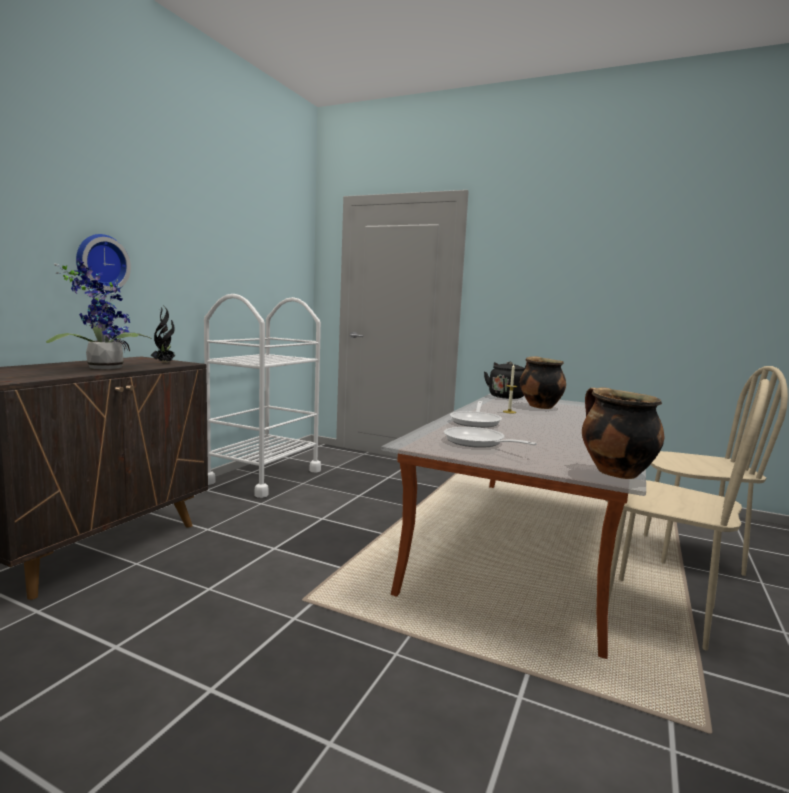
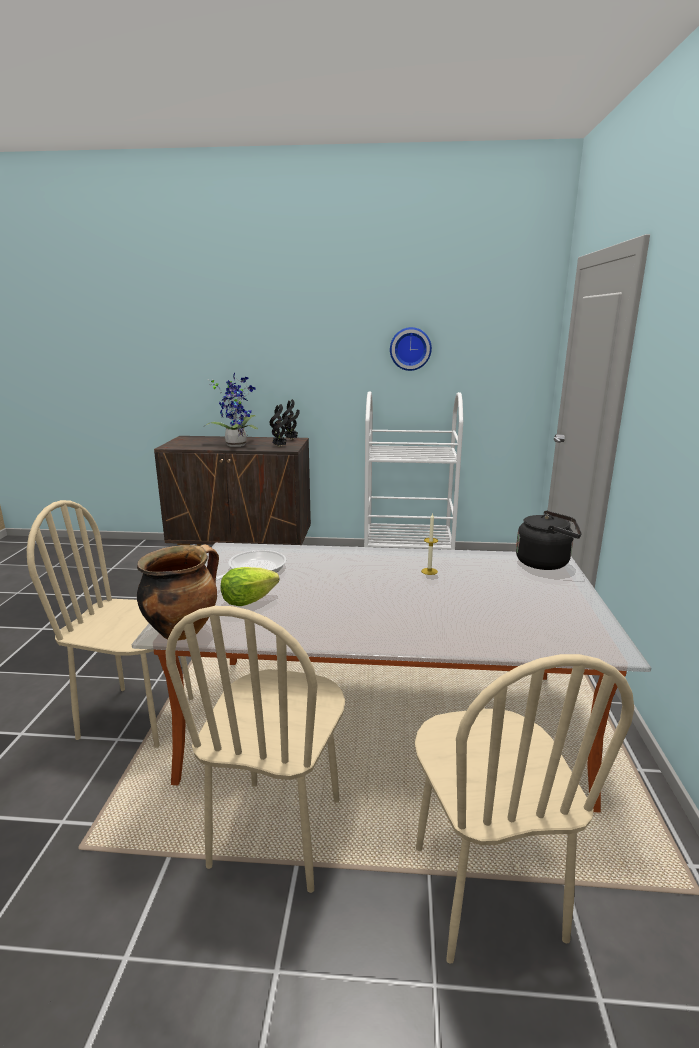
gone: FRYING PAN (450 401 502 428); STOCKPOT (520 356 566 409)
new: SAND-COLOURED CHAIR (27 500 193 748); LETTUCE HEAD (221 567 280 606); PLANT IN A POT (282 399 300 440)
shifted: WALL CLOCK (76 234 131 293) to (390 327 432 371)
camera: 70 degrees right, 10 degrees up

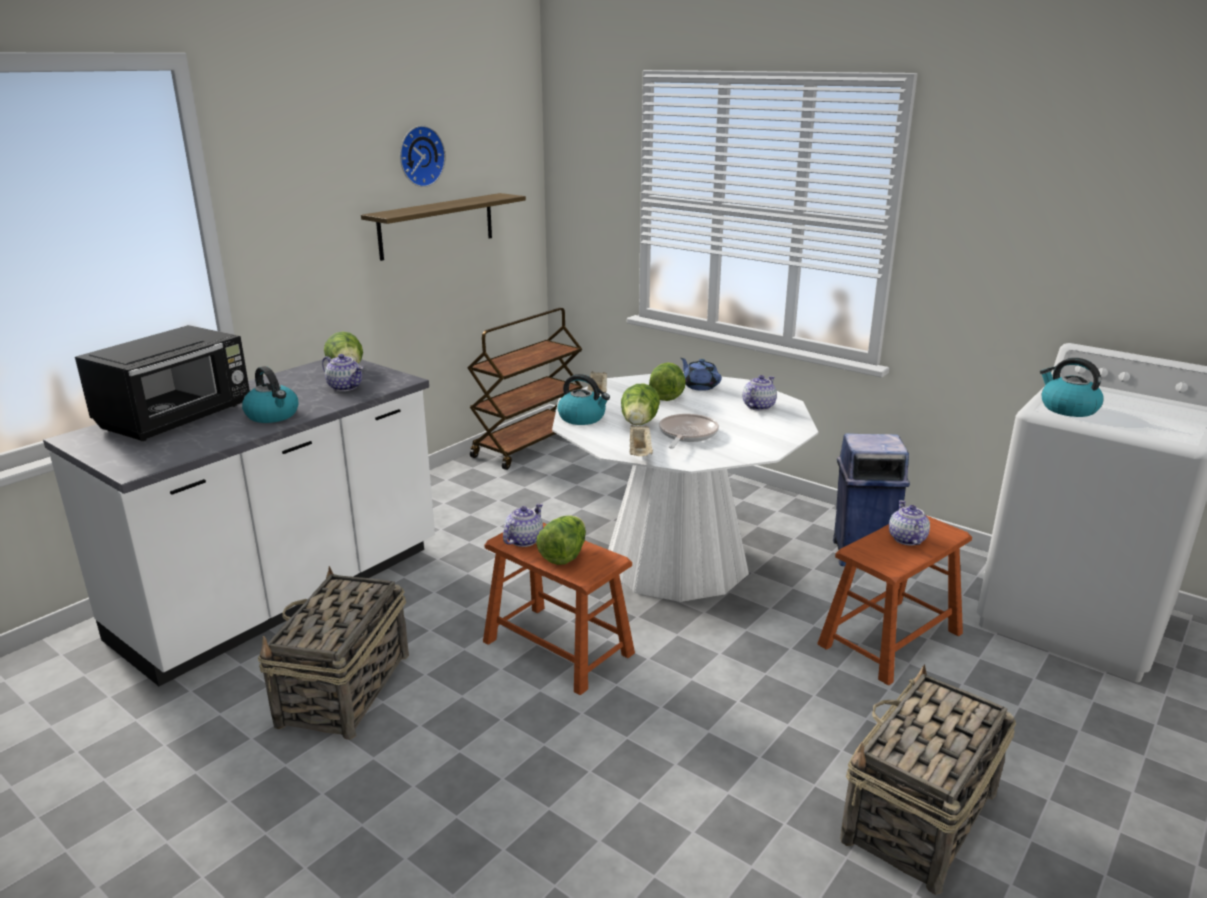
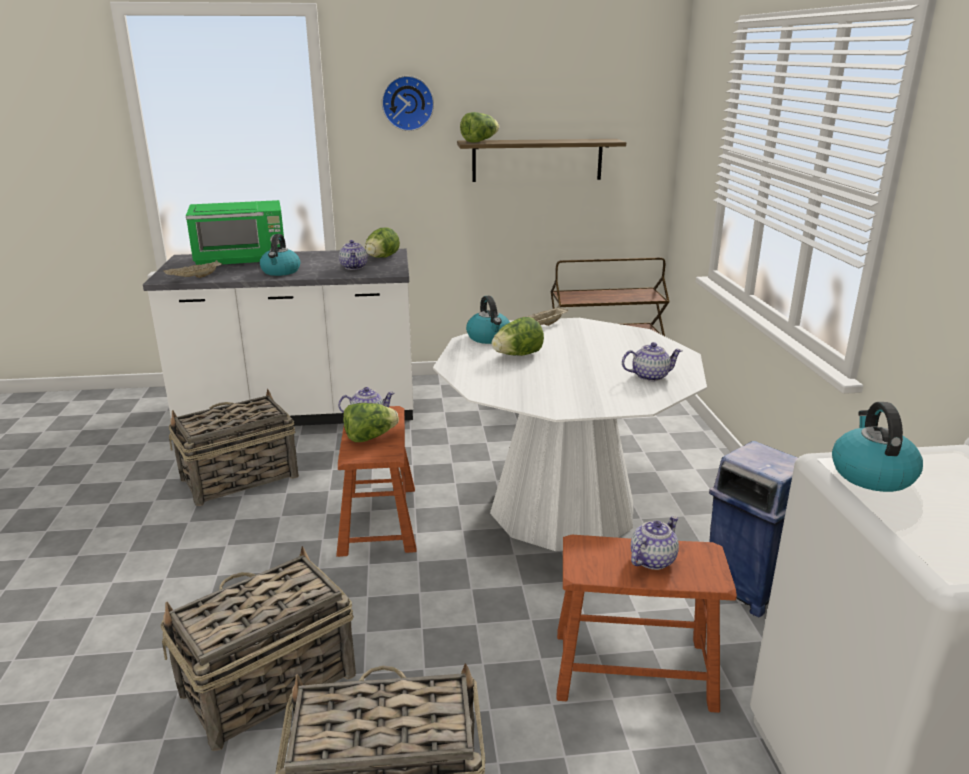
gone: FRYING PAN (659 414 719 449); BLUISH TEA POT (681 358 722 391)
new: HOUSEHOLD BASKET (160 546 356 751)
shifted: SAND-COLOURED TRAY (630 424 653 456) to (163 260 222 278); WALL CLOCK (400 125 446 187) to (382 76 434 131); LETTUCE HEAD (649 362 686 401) to (460 112 499 142)
repainted: BLACK MICROWAVE (75 325 250 441) to GREEN-COLOURED MICROWAVE (186 200 284 265)
camera: 45 degrees right, 0 degrees up

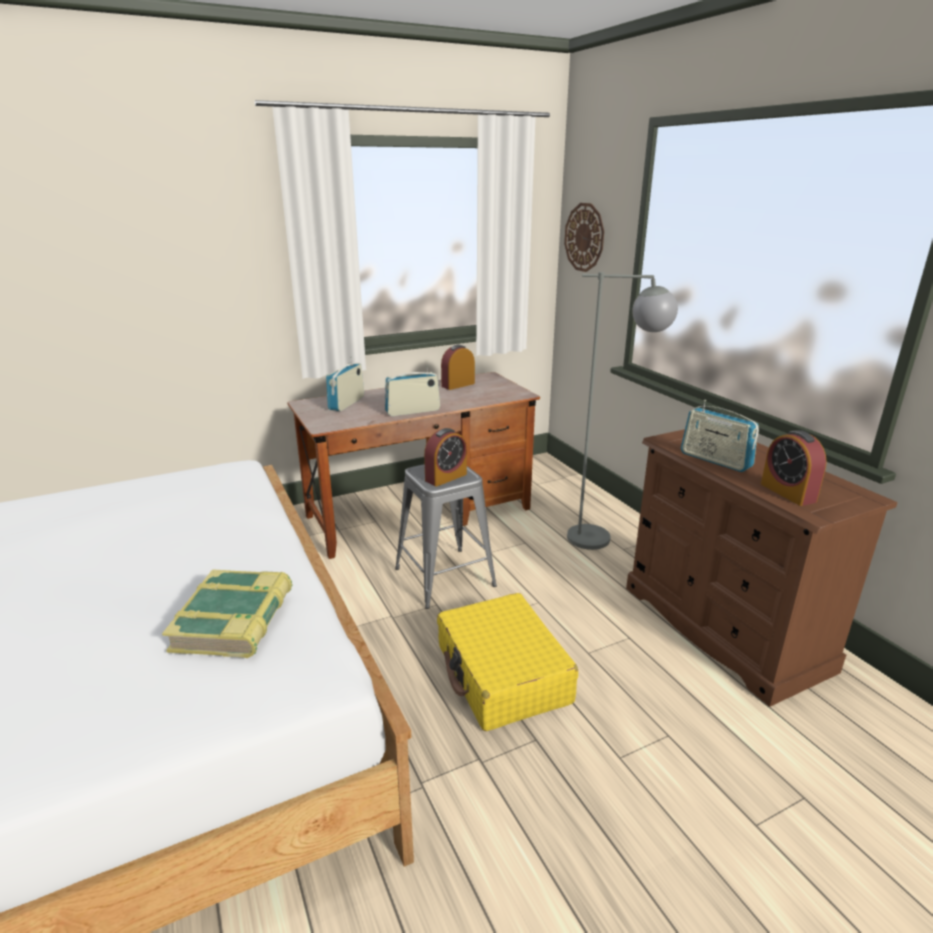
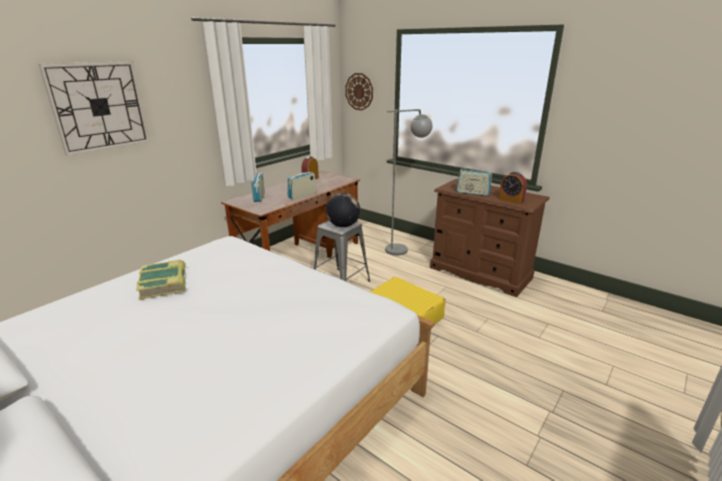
new: WALL CLOCK (38 61 150 156)
shifted: BOOK (162 569 293 658) to (136 259 186 299)
swapped: ALARM CLOCK (424 428 467 487) to GLOBE (326 193 360 227)
camera: 25 degrees left, 0 degrees up

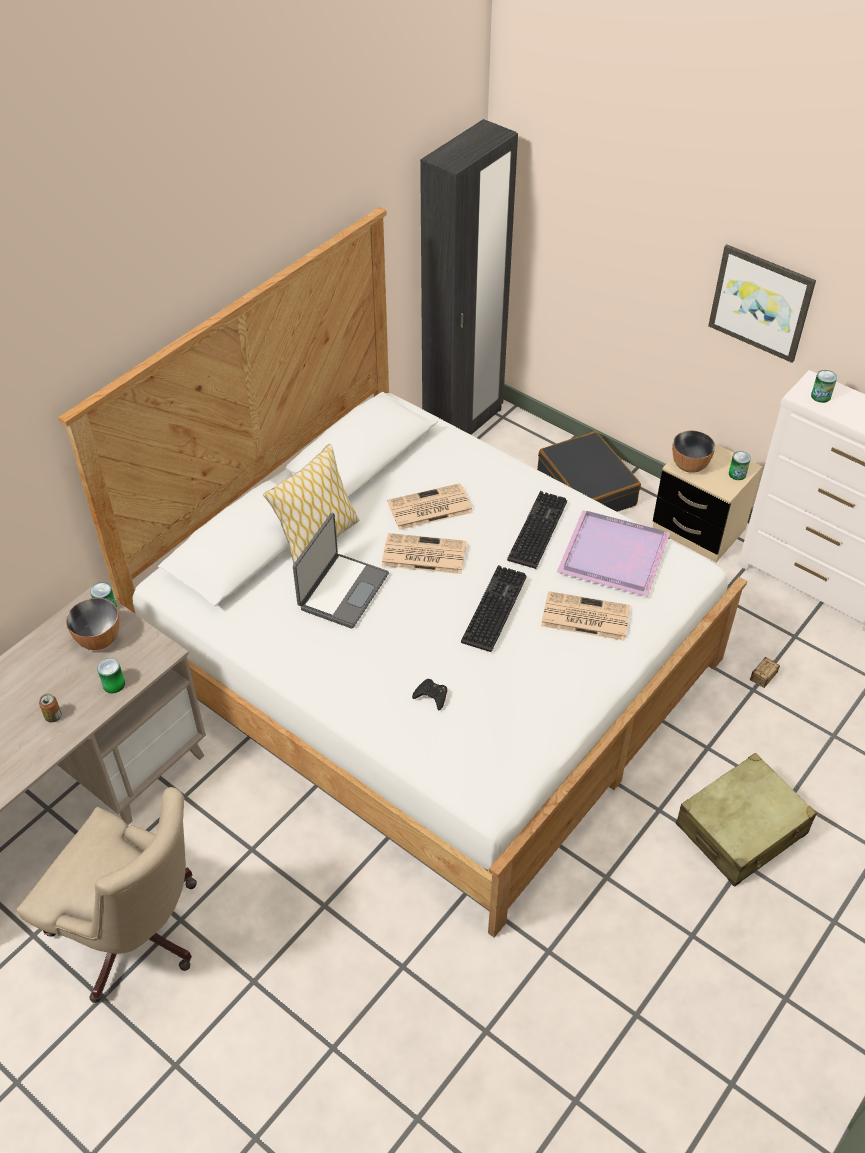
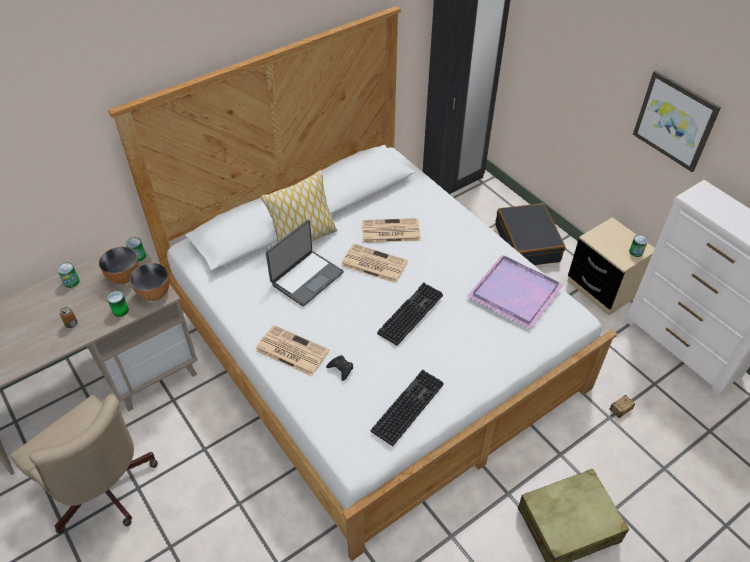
shifted: SEALED CAN (811 370 837 403) to (57 263 80 288); SERVING BOWL (672 431 715 473) to (130 263 169 301); DAILY PAPER (541 591 630 641) to (255 325 329 377); PC KEYBOARD (507 491 567 569) to (371 369 444 446)
camera: 15 degrees right, 0 degrees up

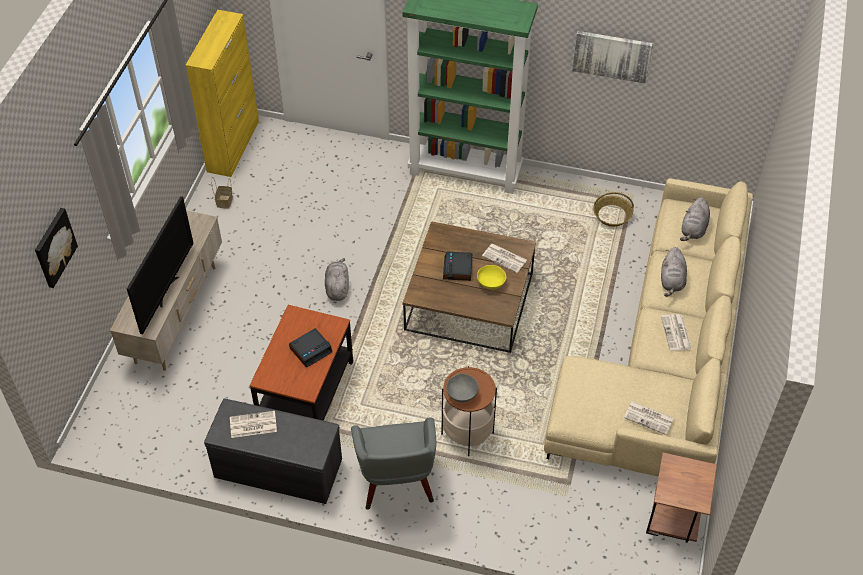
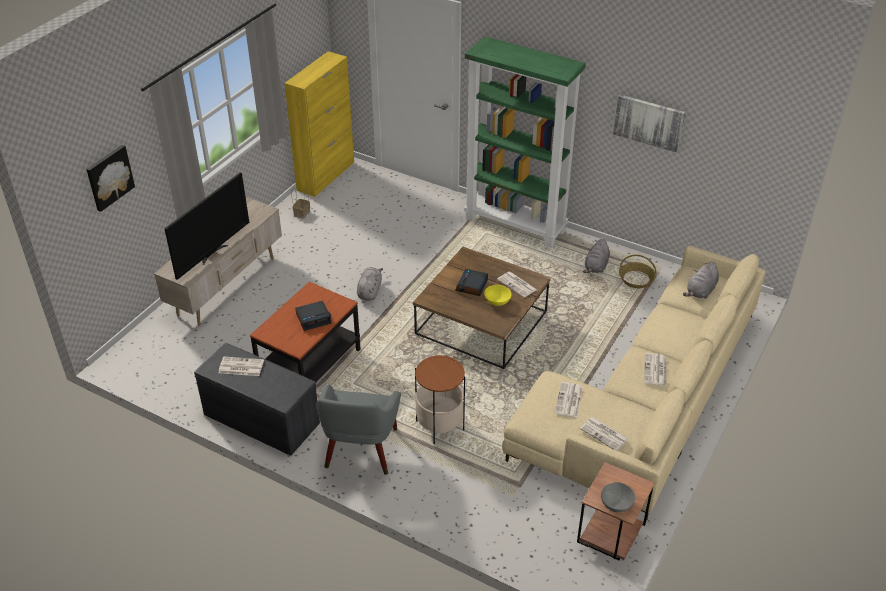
new: DAILY PAPER (555 382 583 417)
shifted: GREYISH SOFT TOY (661 247 687 297) to (583 238 610 273); GREYISH SERVING BOWL (446 374 478 402) to (601 482 635 512)
camera: 15 degrees right, 10 degrees down

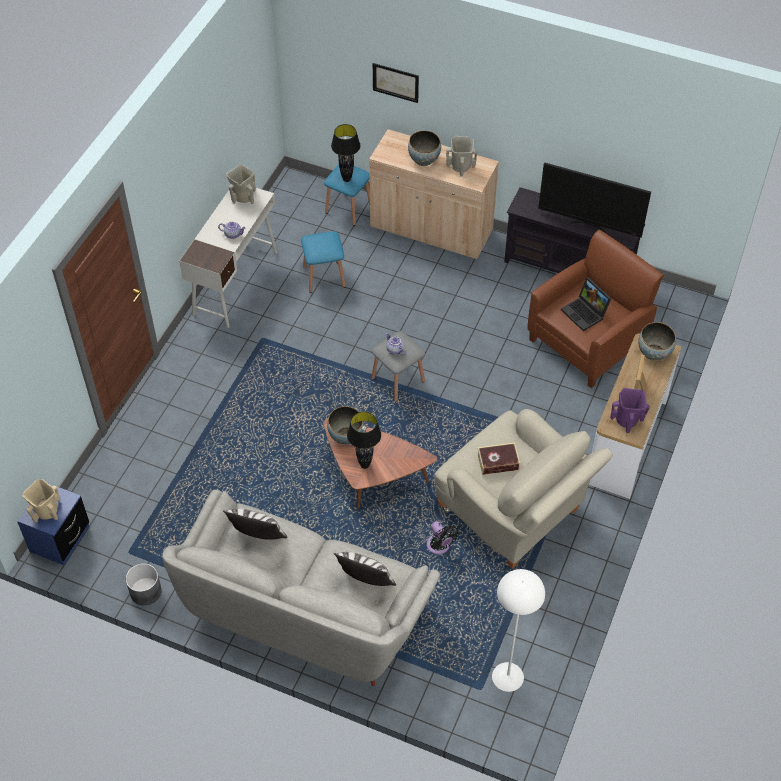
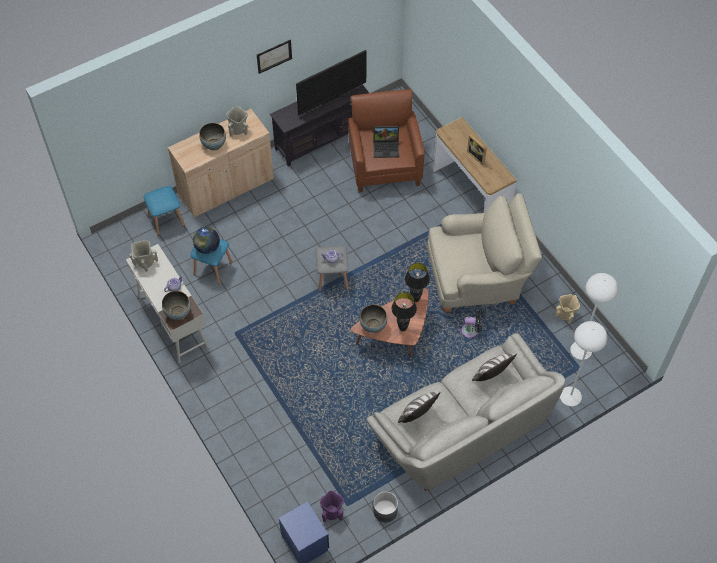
gone: BOOK (477 443 520 475)
new: GLOBE (193 227 220 254); WHITE-COLOURED STANDARD LAMP (560 321 607 406)
shifted: SERVING BOWL (638 322 676 361) to (162 291 191 320); WALL ART (373 63 419 103) to (257 40 292 74); PURPLISH DECORATIVE VASE (610 388 650 433) to (320 491 344 522); BLACK LAMP FOR A TABLE (331 124 360 182) to (405 263 430 302); SAND-COLOURED DECORATIVE VASE (23 479 60 523) to (554 294 580 324)
camera: 55 degrees left, 5 degrees up

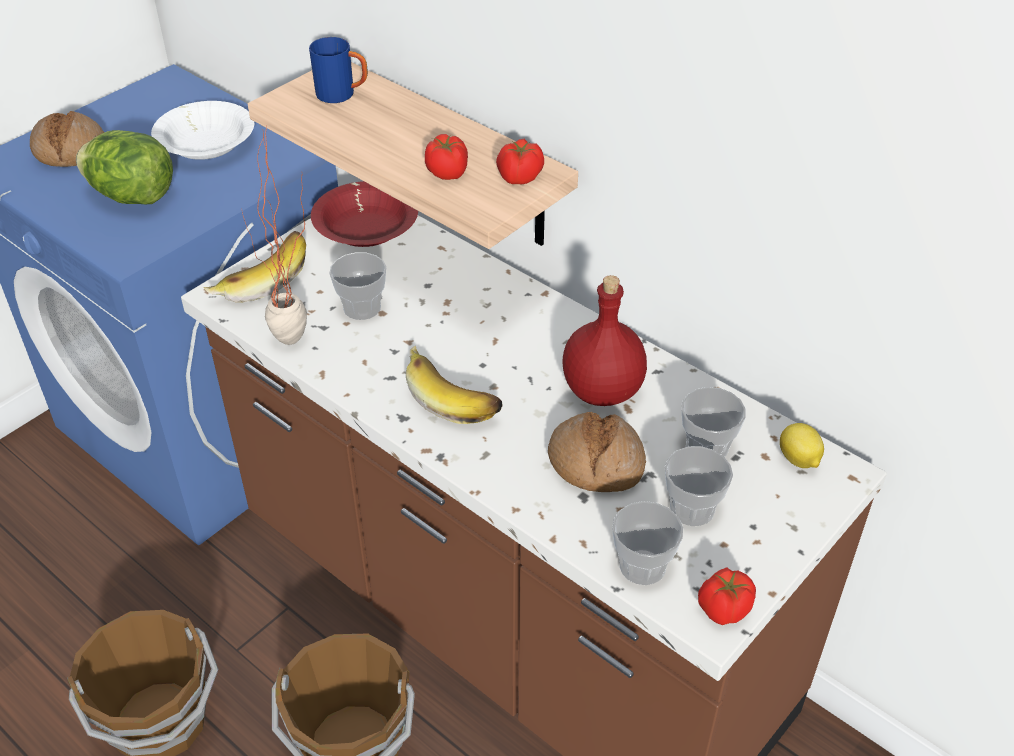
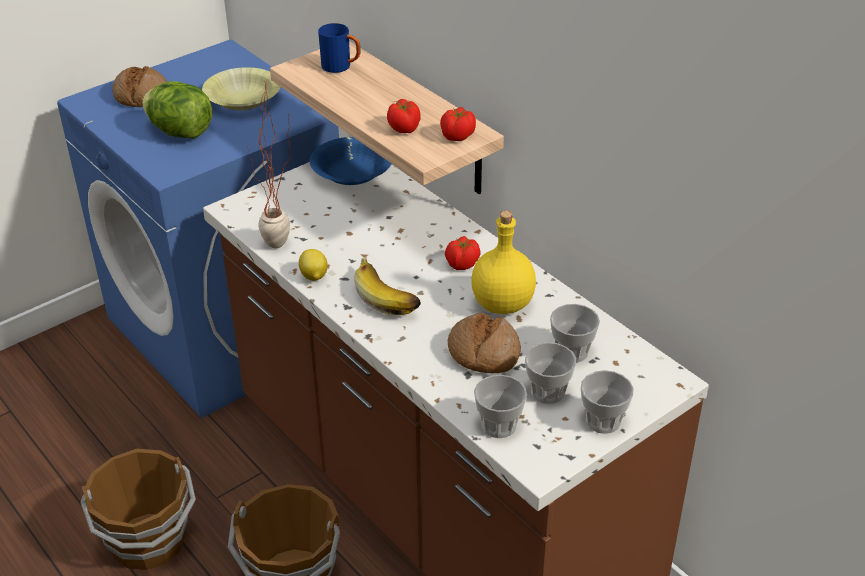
gone: BANANA FRUIT (204 231 306 303)
shifted: CITRUS FRUIT (780 423 824 468) to (299 249 328 281); TOMATO (698 568 756 625) to (445 236 480 270); CUP (329 252 386 320) to (581 370 634 434)
repainted: WHITE-COLOURED SERVING BOWL (151 101 254 160) to YELLOW-COLOURED SERVING BOWL (202 67 280 110); RED SERVING BOWL (311 181 418 247) to BLUISH SERVING BOWL (310 137 391 185); RED BOTTLE (563 275 647 406) to YELLOW-COLOURED BOTTLE (471 211 536 314)
camera: 10 degrees right, 5 degrees down

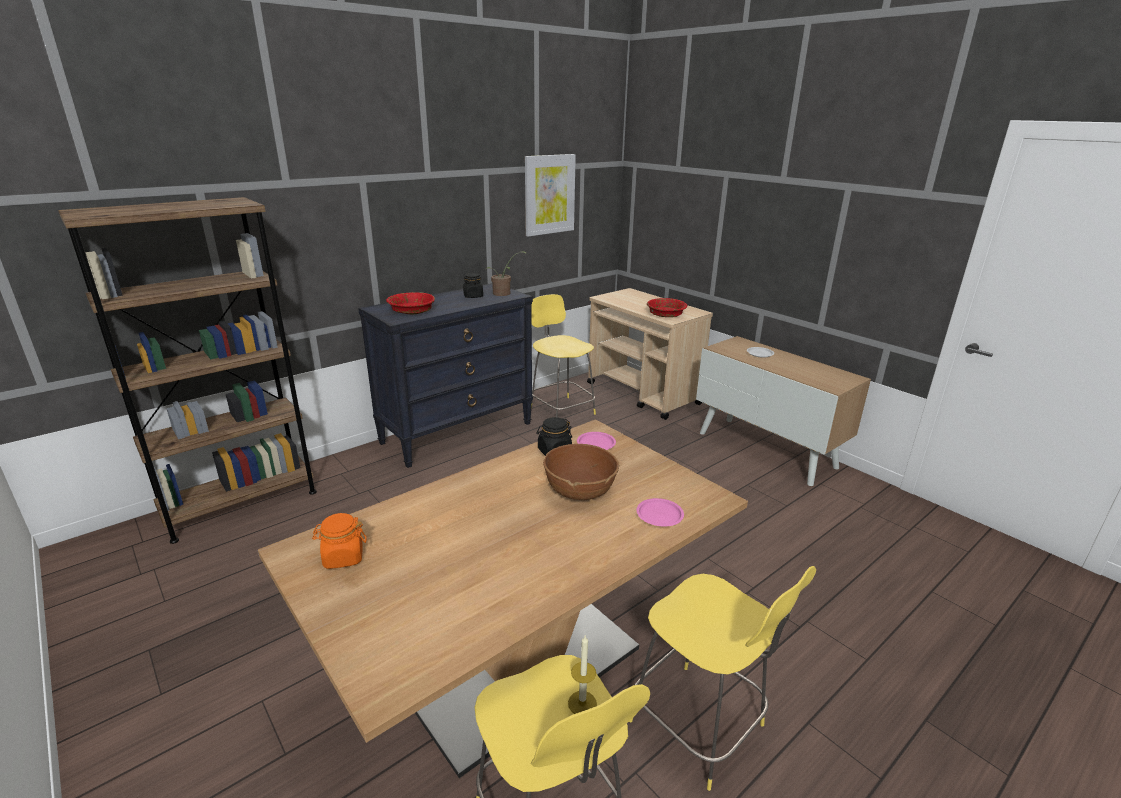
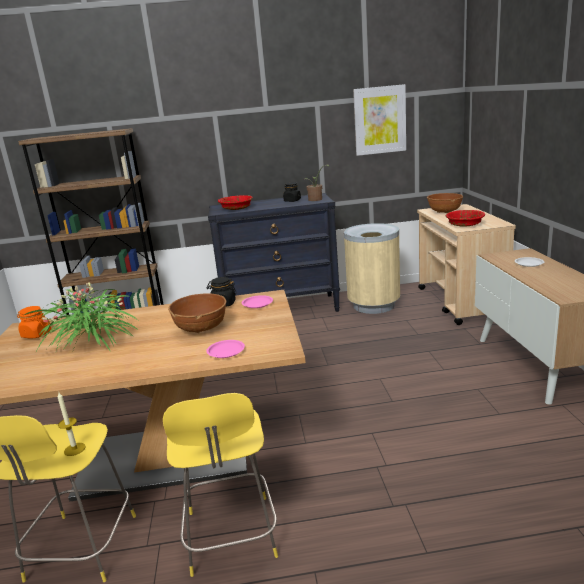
new: PLANT IN A POT (24 282 138 353); BROWN SERVING BOWL (427 193 463 213)
swapped: YELLOW-COLOURED SITTING STOOL (531 294 596 417) to SAND-COLOURED RUBBISH BIN (344 223 400 314)
camera: 35 degrees right, 5 degrees down

